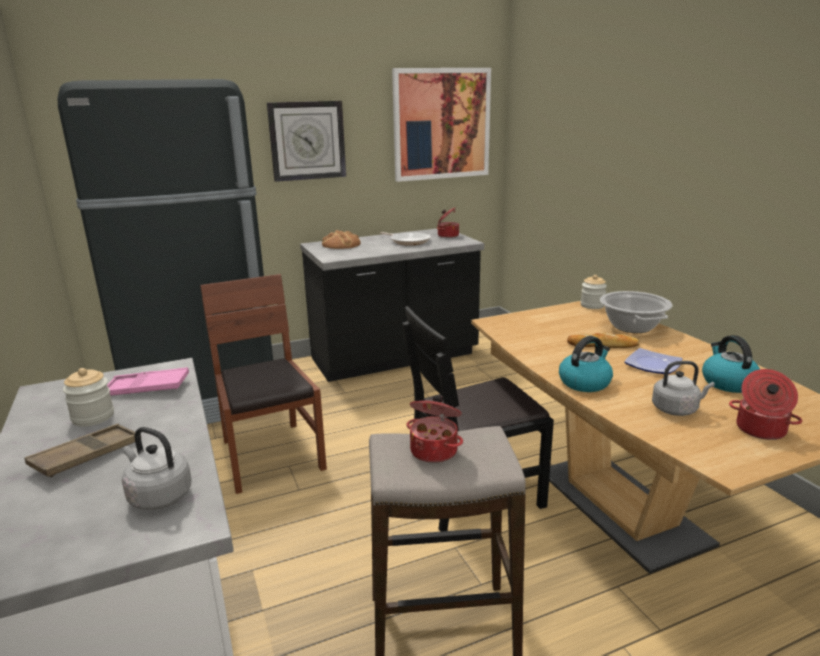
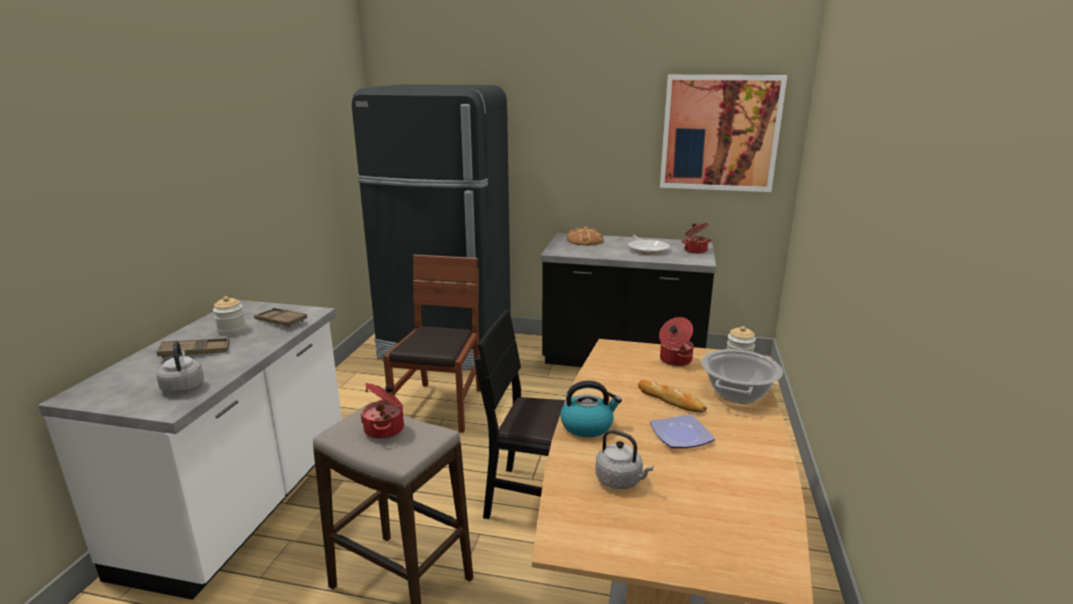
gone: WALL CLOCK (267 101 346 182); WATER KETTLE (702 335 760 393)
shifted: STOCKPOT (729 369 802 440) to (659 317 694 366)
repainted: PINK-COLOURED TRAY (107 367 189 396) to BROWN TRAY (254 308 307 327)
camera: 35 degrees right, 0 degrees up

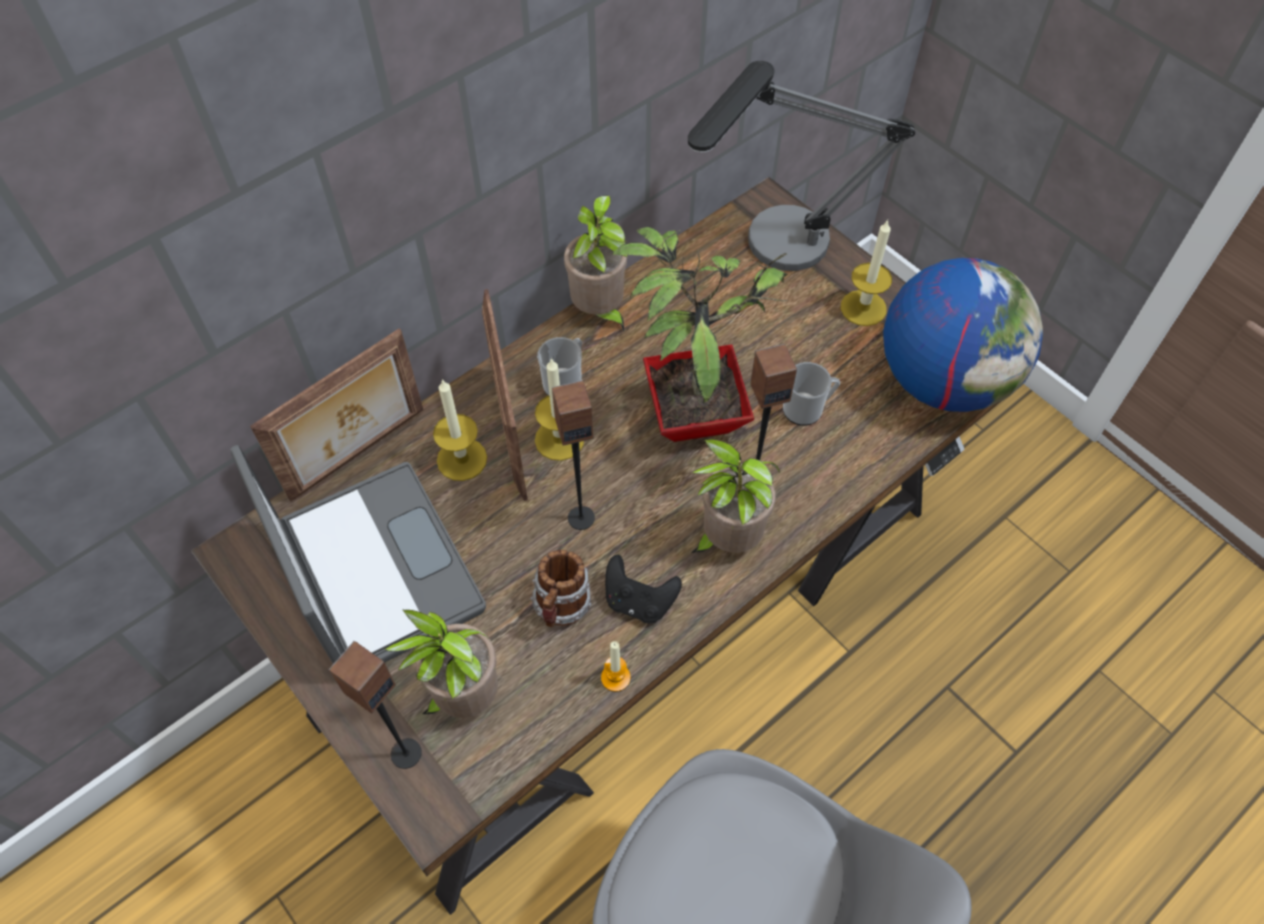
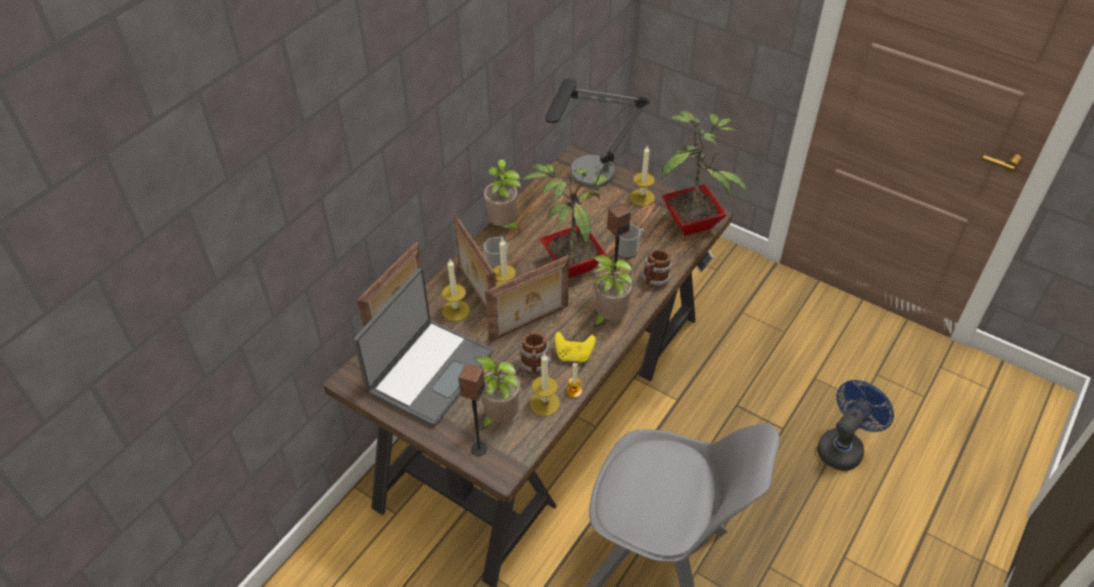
new: CANDLE (530 353 560 416); COFFEE MUG (641 249 672 288); BLUISH ELECTRIC FAN (817 380 894 471)
swapped: AUDIO SPEAKER (552 380 595 530) to PHOTO FRAME (485 255 569 342); GLOBE (883 258 1043 412) to PLANT IN A POT (661 111 747 236)
repainted: BLACK GAMEPAD (605 555 682 623) to YELLOW-COLOURED GAMEPAD (554 332 596 363)
rotated: LAPTOP (230 445 486 664) = (354 268 493 427) 75 degrees clockwise
camera: 15 degrees left, 10 degrees down

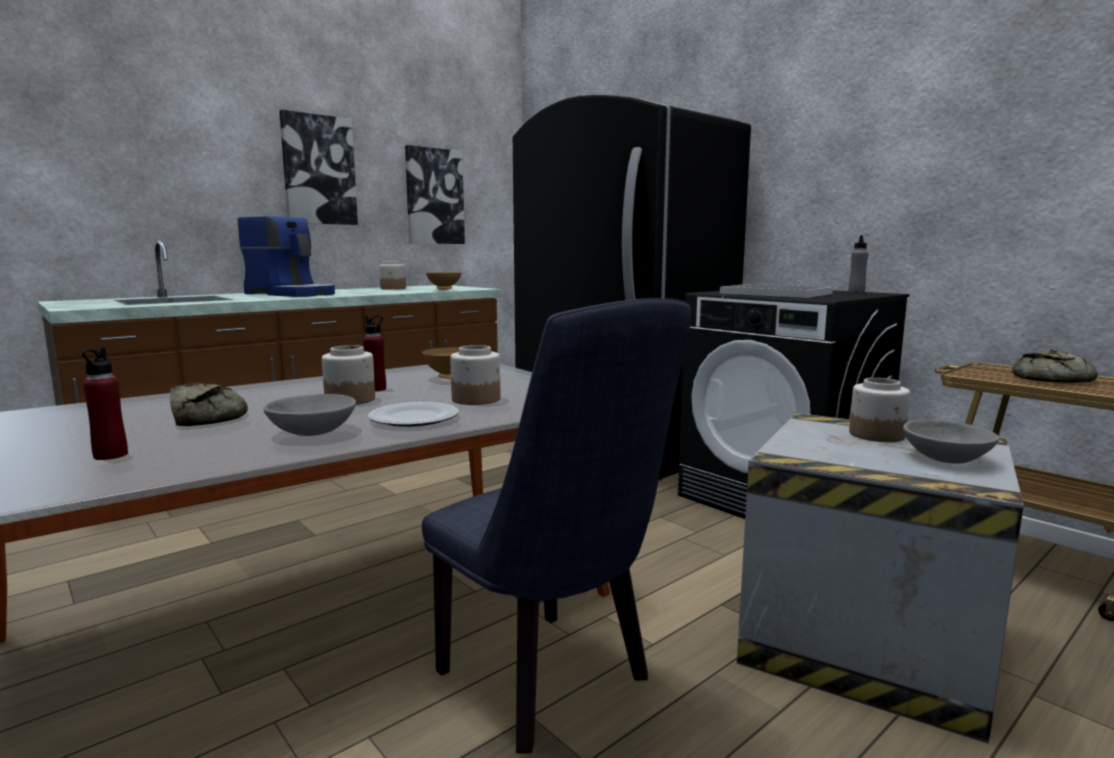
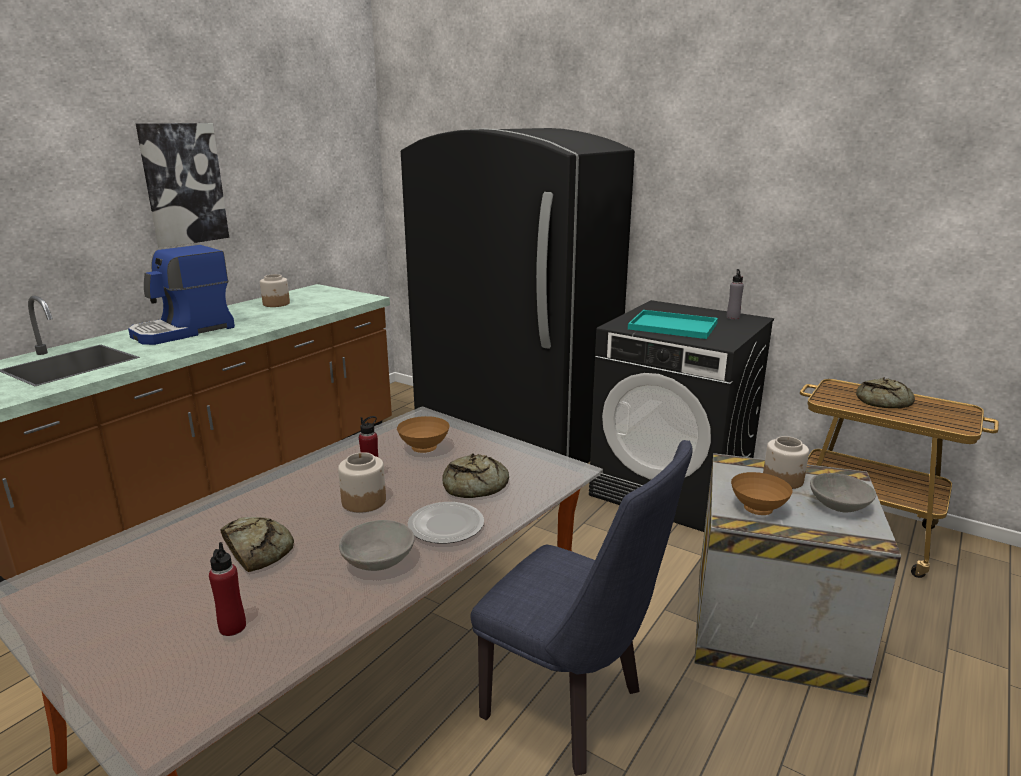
gone: WALL ART (405 145 465 244)
shifted: BROWN SERVING BOWL (426 272 461 290) to (731 472 793 515)
swapped: JAR (450 345 500 405) to BAKERY BREAD (442 453 509 498)
repainted: WHITE-COLOURED TRAY (720 284 833 298) to BLUE-GREEN TRAY (628 310 718 339)
rotated: COFFEE BREWER (238 216 335 297) = (128 245 235 345) 120 degrees clockwise
camera: 15 degrees left, 10 degrees up

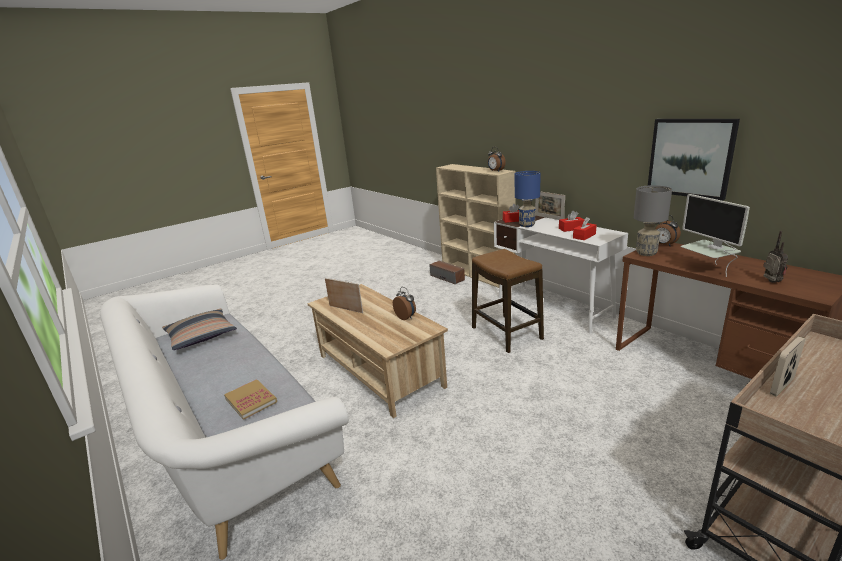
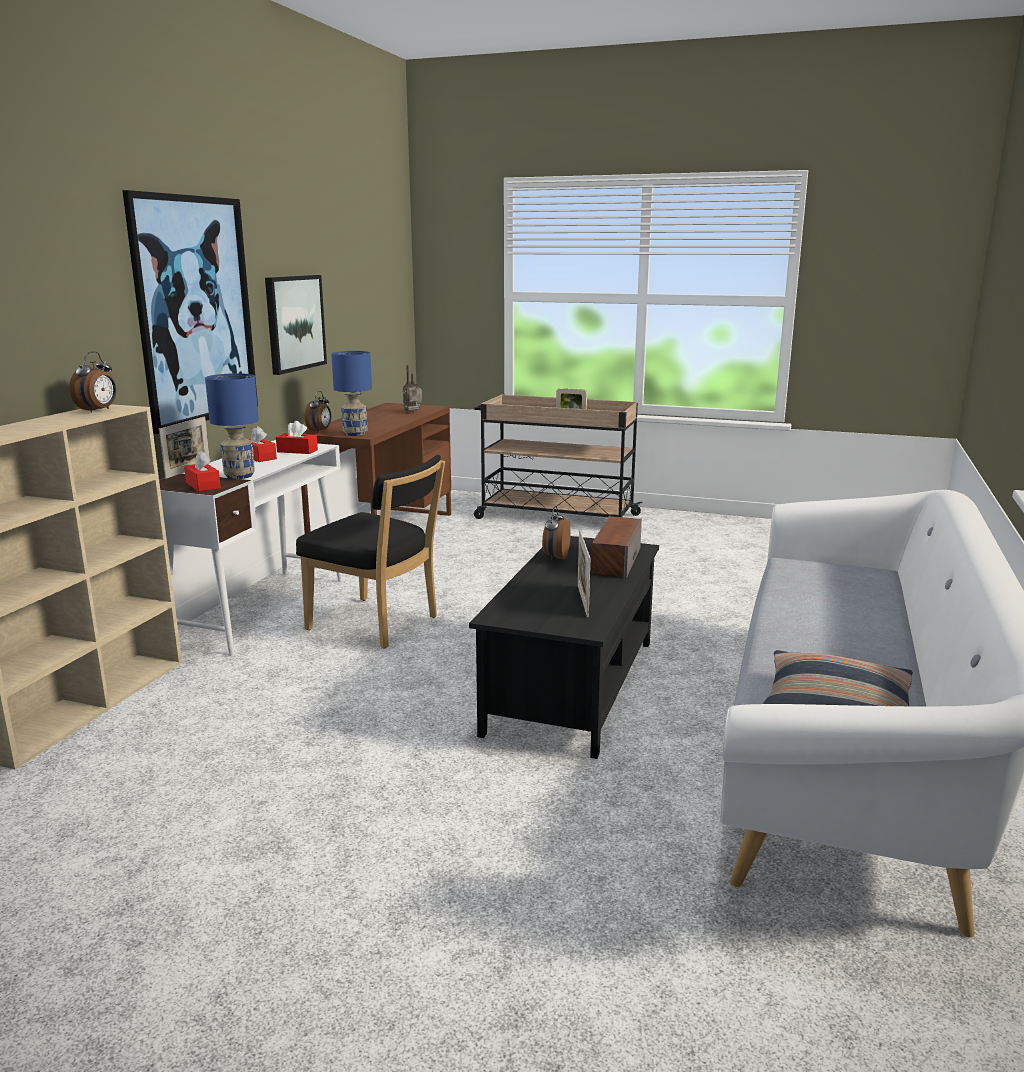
gone: BOOK (224 379 277 420); COMPUTER DISPLAY (681 194 750 277)
new: WALL ART (122 190 258 434)
shifted: AUDIO SPEAKER (429 261 465 284) to (591 516 642 578)
swapped: SITTING STOOL (472 249 544 353) to BLACK CHAIR (296 455 445 649)
repainted: GREYISH LAMP FOR A TABLE (634 185 672 256) to BLUISH LAMP FOR A TABLE (331 351 372 436); SAND-COLOURED LOW TABLE (307 284 448 418) to BLACK LOW TABLE (469 536 659 759)
camera: 125 degrees left, 5 degrees down

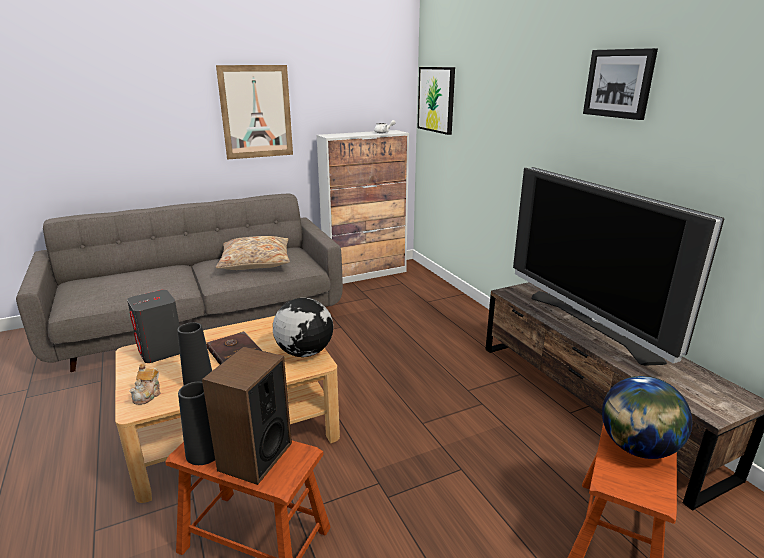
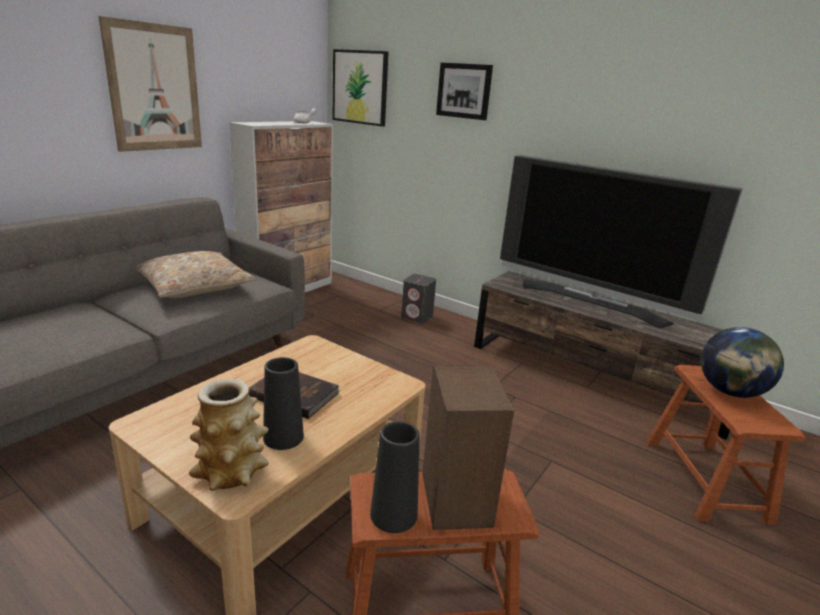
gone: GLOBE (273 298 333 357)
shifted: GREYISH AUDIO SPEAKER (127 290 180 363) to (401 274 436 323); WALL ART (583 48 658 120) to (436 62 493 120)
swapped: TEA POT (129 364 161 405) to DECORATIVE VASE (189 379 269 491)
camera: 30 degrees left, 0 degrees up

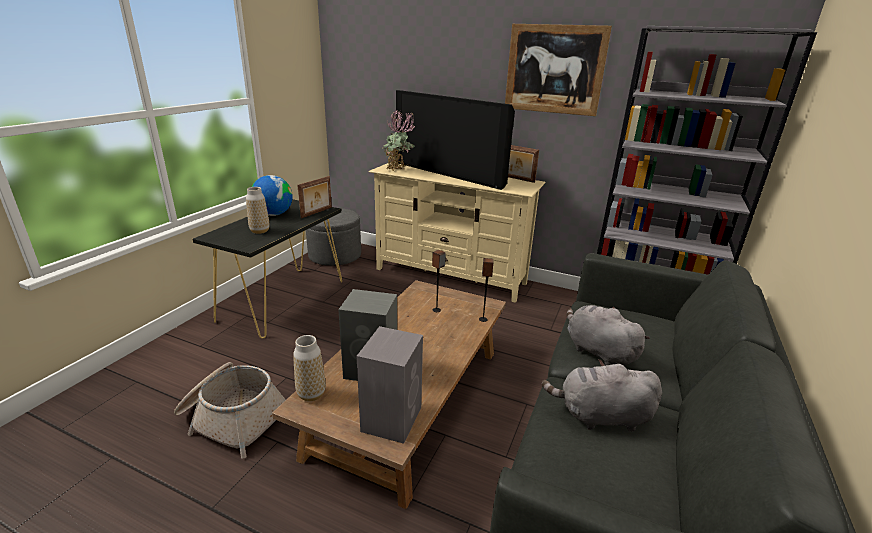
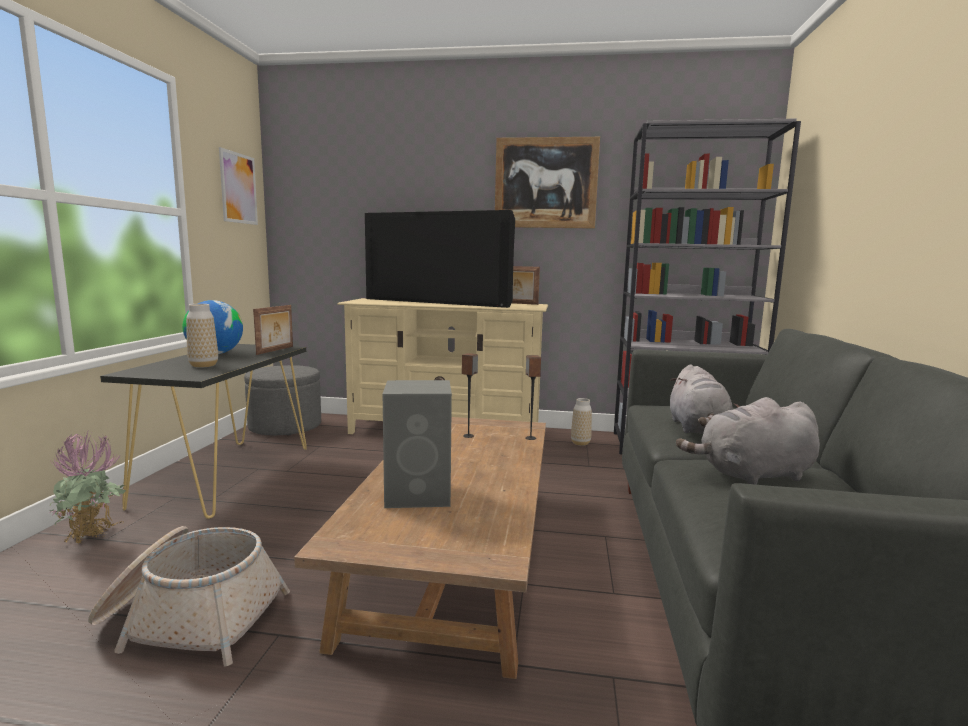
gone: GREYISH AUDIO SPEAKER (357 326 423 444)
new: WALL ART (219 147 258 225)
shifted: PLANT IN A POT (382 110 415 171) to (50 429 127 545); DECORATIVE VASE (293 335 326 401) to (571 398 592 446)
rotated: GREYISH SOFT TOY (567 305 650 366) = (670 364 733 434) 120 degrees counterclockwise
camera: 15 degrees left, 15 degrees down

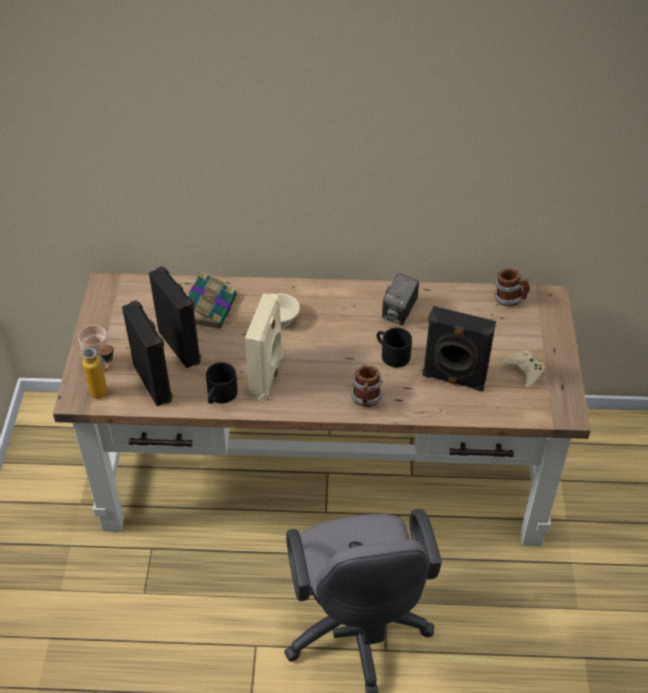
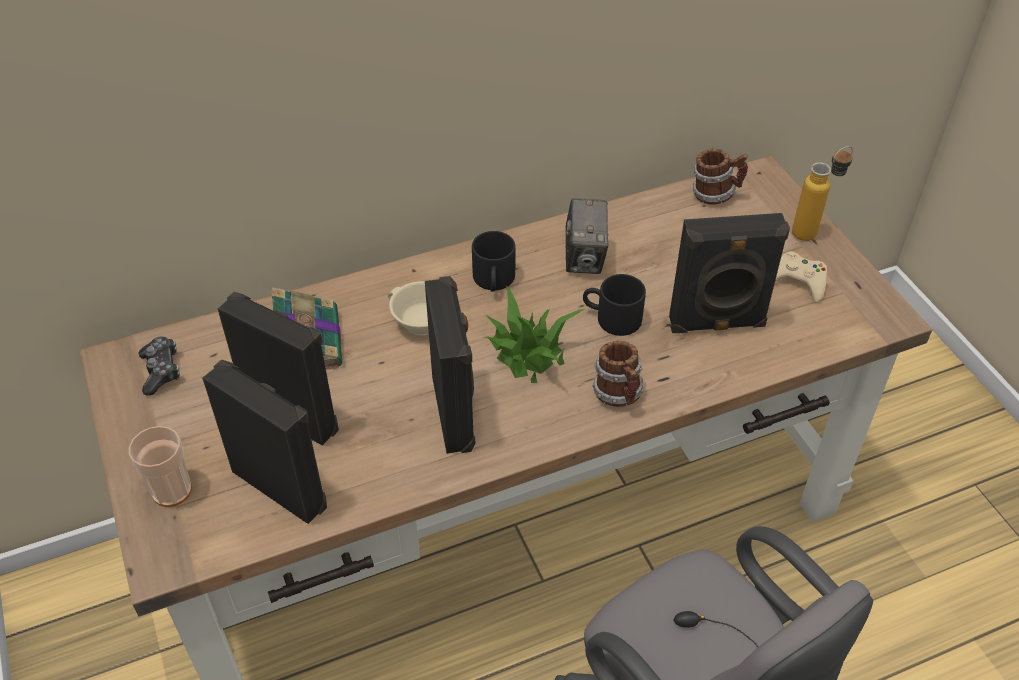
new: GAMEPAD (138 336 180 396); PLANT IN A POT (484 285 585 383)
shifted: BLACK COFFEE MUG (206 362 238 404) to (472 231 515 291); BOTTLE (82 344 114 399) to (792 146 853 241)
repainted: SAND-COLOURED AUDIO SPEAKER (245 293 283 401) to BLACK AUDIO SPEAKER (425 276 475 454)
camera: 25 degrees left, 0 degrees up

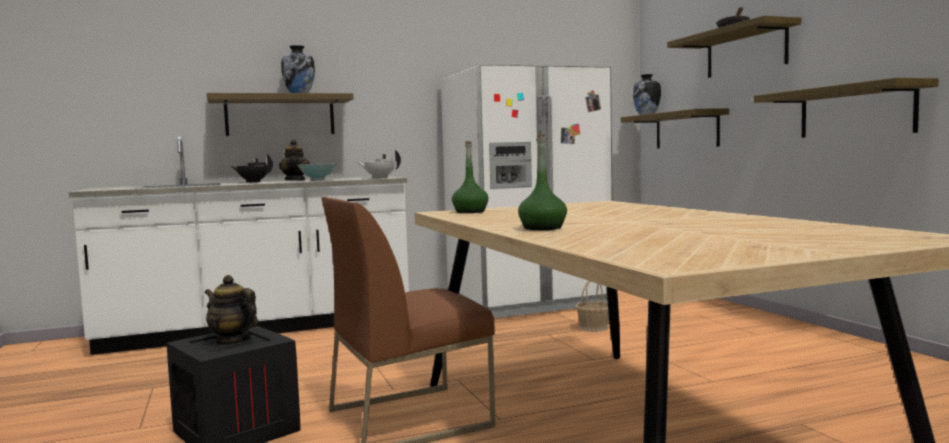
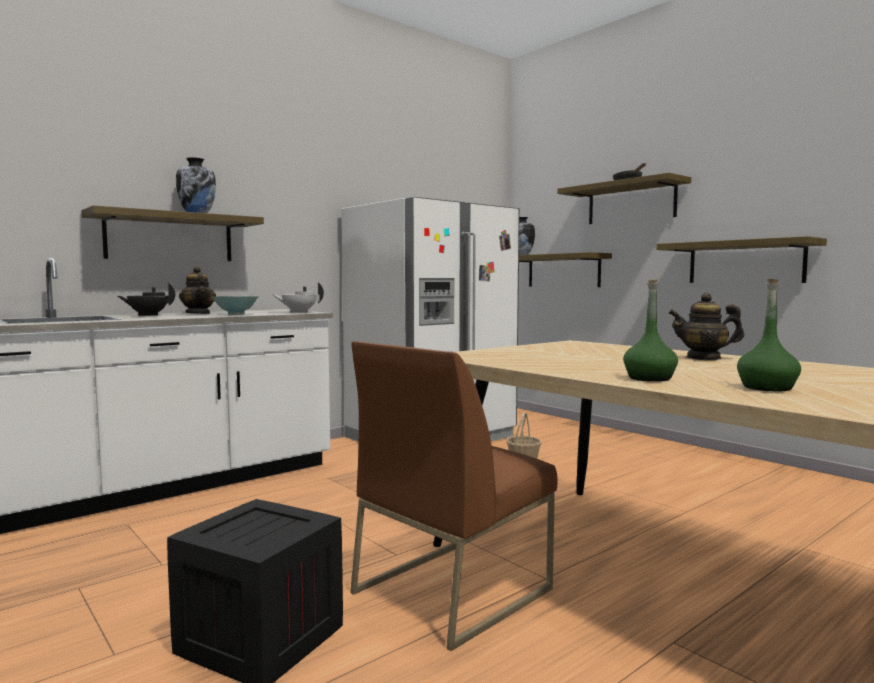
shifted: TEA POT (205 275 258 346) to (668 293 744 360); GREEN-COLOURED BOTTLE (452 141 489 213) to (737 279 801 391)
camera: 20 degrees left, 0 degrees up

